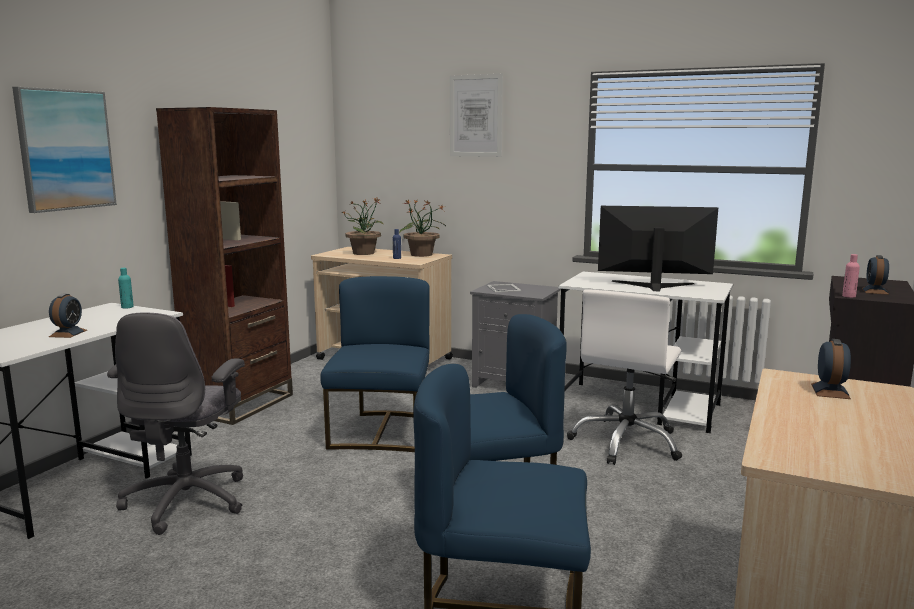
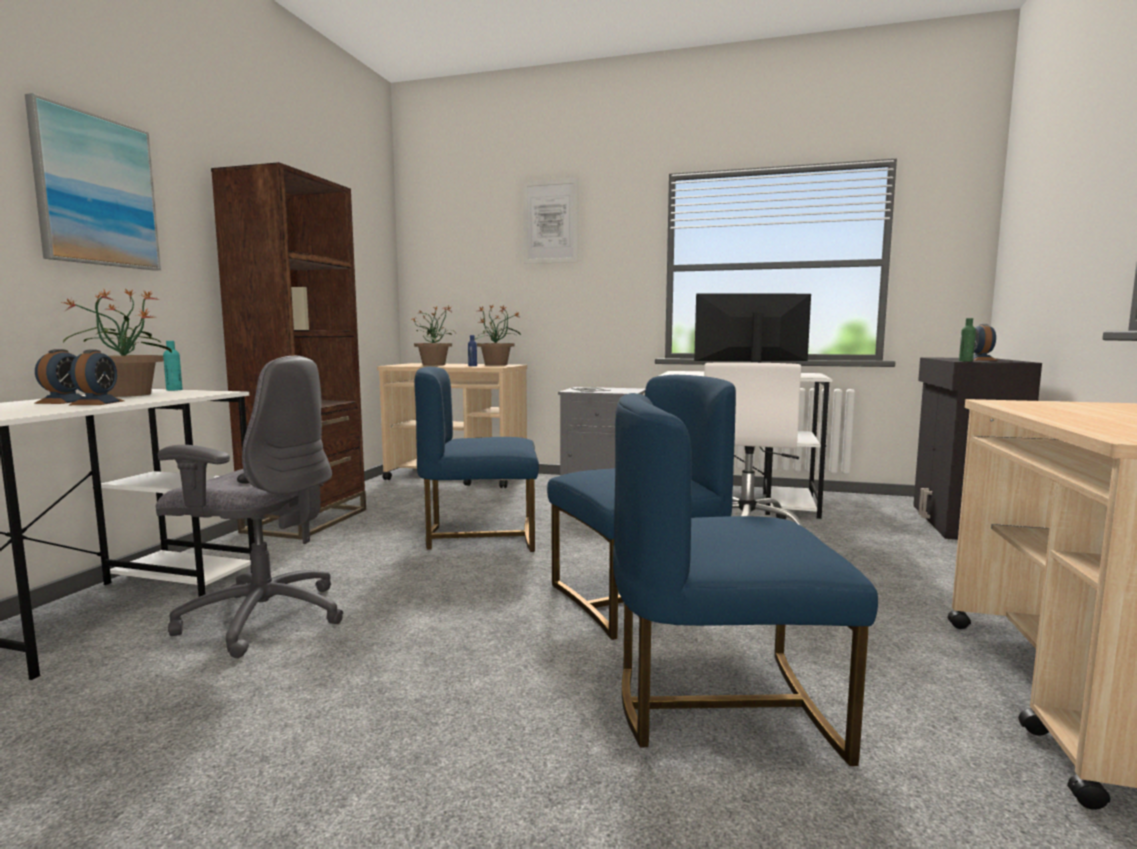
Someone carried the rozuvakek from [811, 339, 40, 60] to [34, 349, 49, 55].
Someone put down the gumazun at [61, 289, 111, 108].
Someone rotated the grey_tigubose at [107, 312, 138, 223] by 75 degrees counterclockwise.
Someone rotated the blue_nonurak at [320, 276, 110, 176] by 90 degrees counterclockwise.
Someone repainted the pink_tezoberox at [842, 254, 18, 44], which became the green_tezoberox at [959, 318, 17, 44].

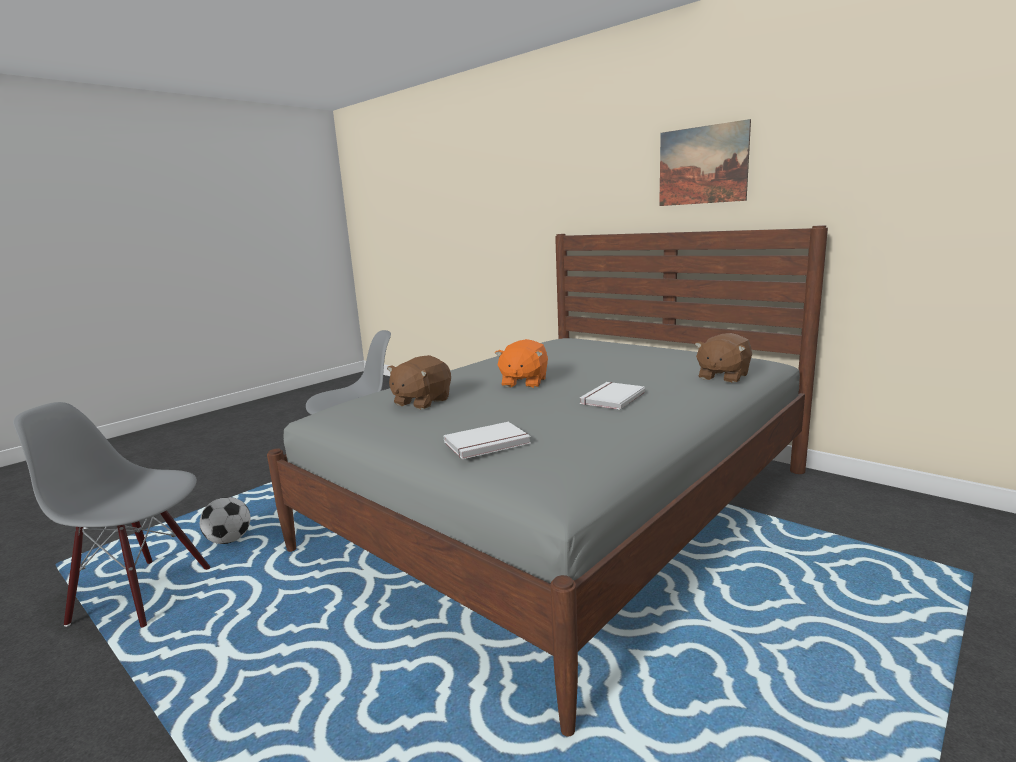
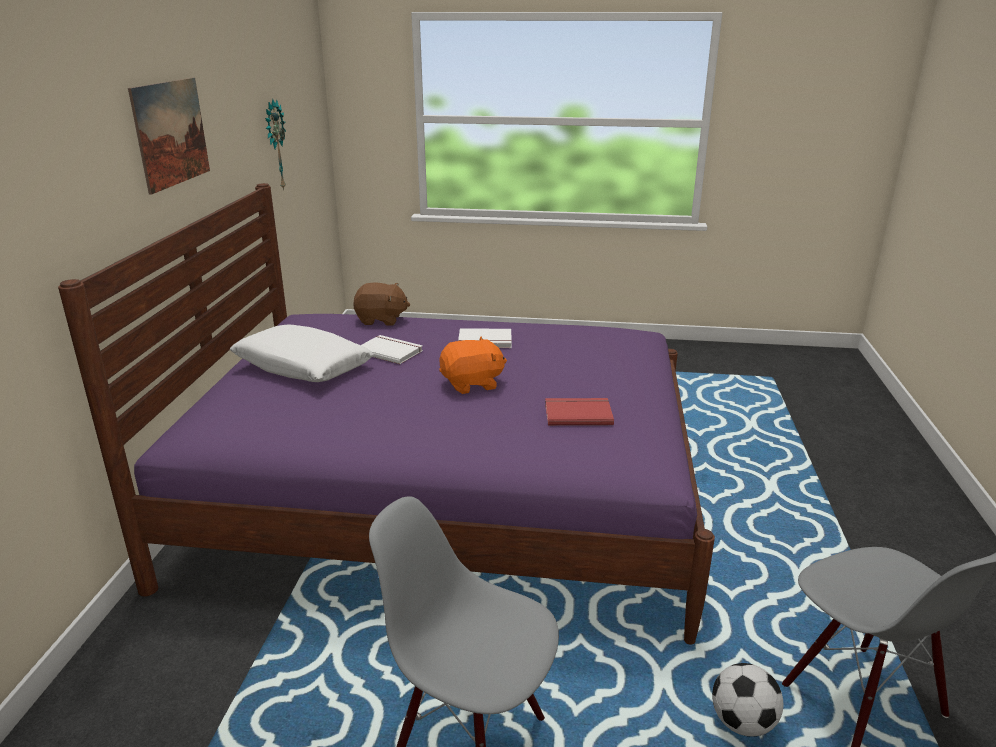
Someone repainted the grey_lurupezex at [267, 225, 561, 511], which became the purple_lurupezex at [58, 183, 657, 462].
Someone put down the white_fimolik at [230, 325, 143, 57].
Someone put up the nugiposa at [265, 99, 21, 92].
Someone carried the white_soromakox from [444, 422, 87, 37] to [361, 335, 62, 29].
Someone swapped the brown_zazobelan at [387, 355, 64, 55] for the red_soromakox at [545, 398, 69, 28].

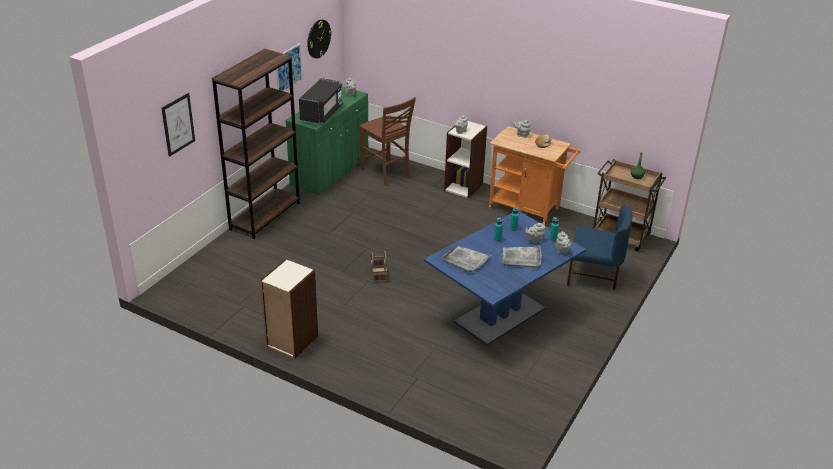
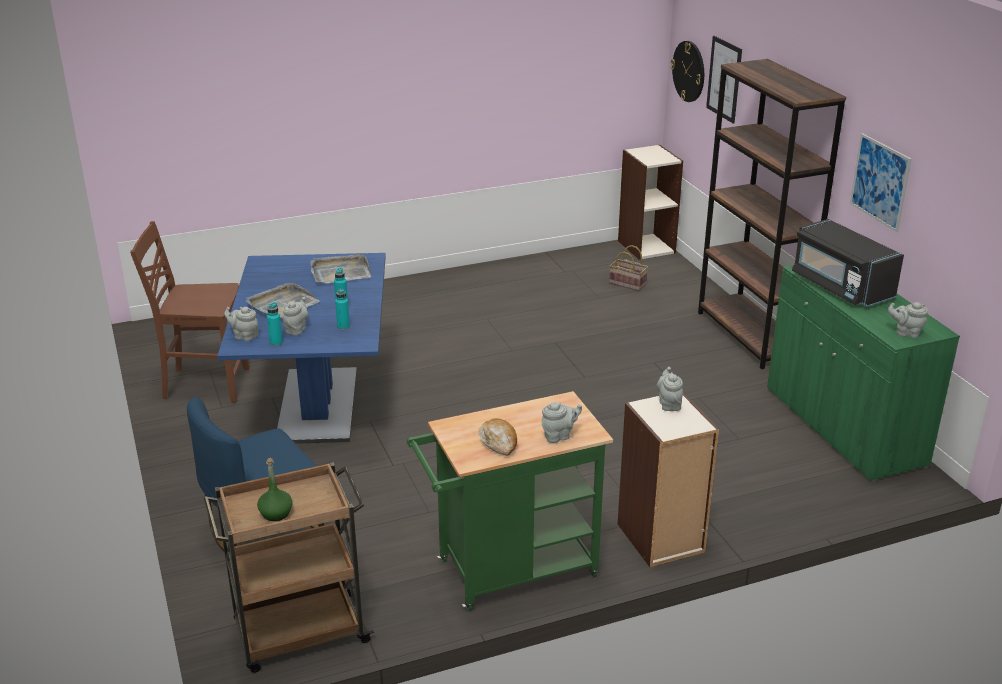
Someone carried the brown_nonurak from [359, 97, 57, 89] to [130, 221, 120, 182].
Someone repainted the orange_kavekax at [488, 126, 92, 99], which became the green_kavekax at [407, 391, 206, 220].
Someone carried the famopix from [371, 251, 16, 32] to [609, 245, 39, 46].
Someone carried the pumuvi from [260, 259, 58, 100] to [618, 145, 65, 115].
Someone carried the nugiposa from [307, 19, 25, 39] to [671, 41, 33, 61].

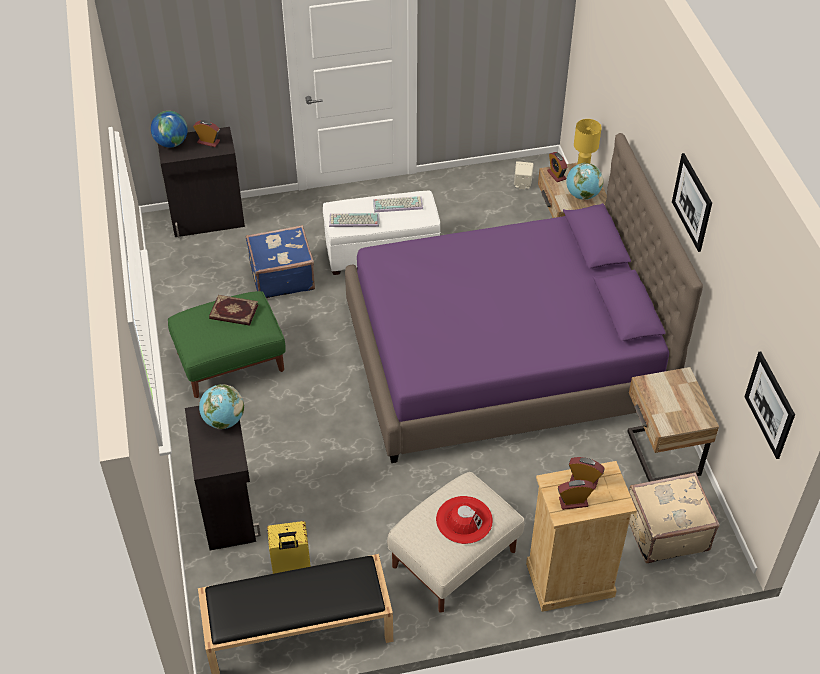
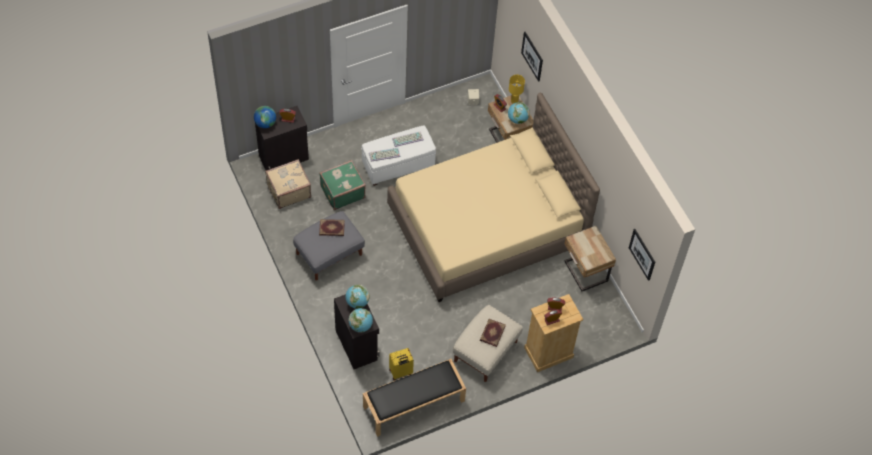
Someone carried the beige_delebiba from [629, 472, 91, 91] to [265, 159, 46, 50].
Someone repainted the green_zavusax at [168, 291, 118, 107], which became the grey_zavusax at [293, 211, 72, 70].
Someone repainted the blue_delebiba at [246, 225, 69, 73], which became the green_delebiba at [319, 160, 47, 50].
Someone put down the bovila at [349, 308, 24, 25].
Someone repainted the purple_lurupezex at [345, 133, 358, 330], which became the beige_lurupezex at [387, 93, 213, 209].
Someone swapped the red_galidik at [436, 496, 57, 48] for the soromakox at [480, 319, 26, 28].
Someone carried the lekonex from [672, 153, 40, 99] to [521, 32, 22, 50].

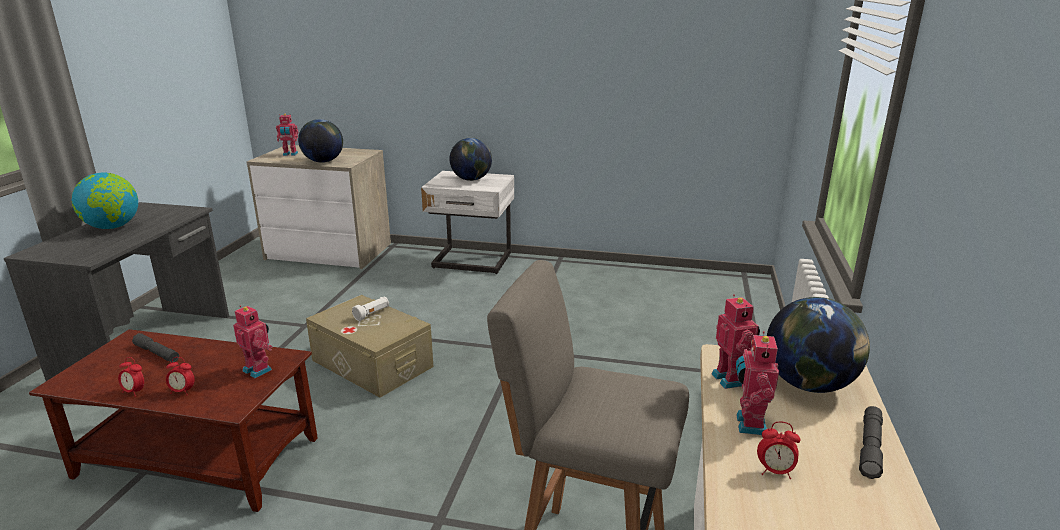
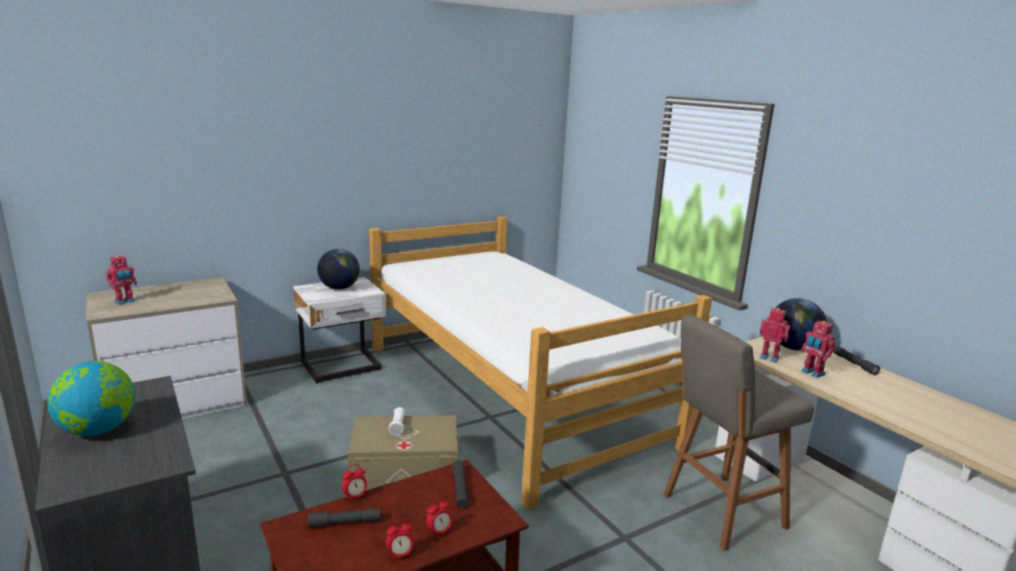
Someone carried the rozuvakek from [757, 422, 43, 57] to [342, 464, 25, 38].
Someone put down the lurupezex at [369, 216, 343, 294].
Someone swapped the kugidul at [233, 305, 40, 73] for the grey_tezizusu at [452, 460, 16, 48].
Someone took away the bovila at [298, 119, 45, 44].

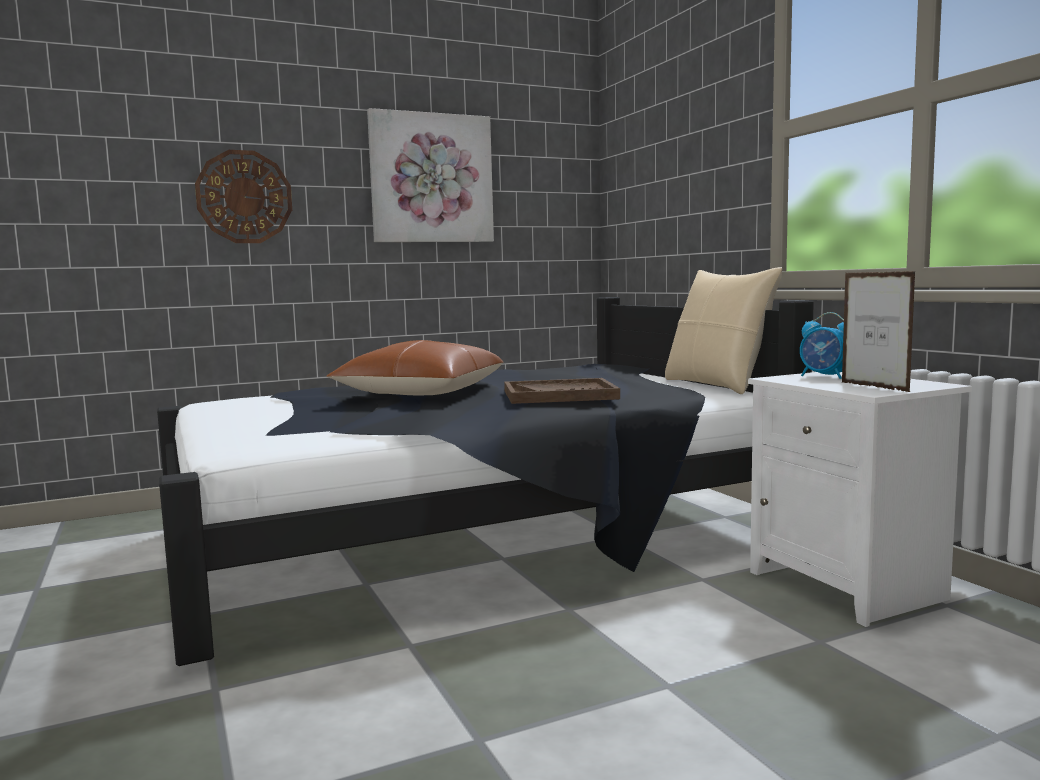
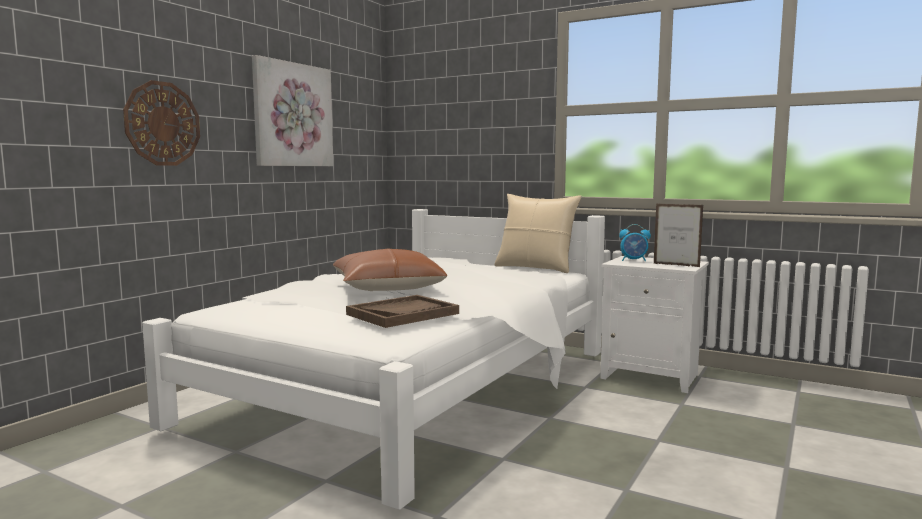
Someone repainted the black_lurupezex at [157, 297, 657, 369], which became the white_lurupezex at [142, 209, 463, 301].
Someone carried the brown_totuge from [504, 378, 116, 26] to [346, 295, 113, 33].

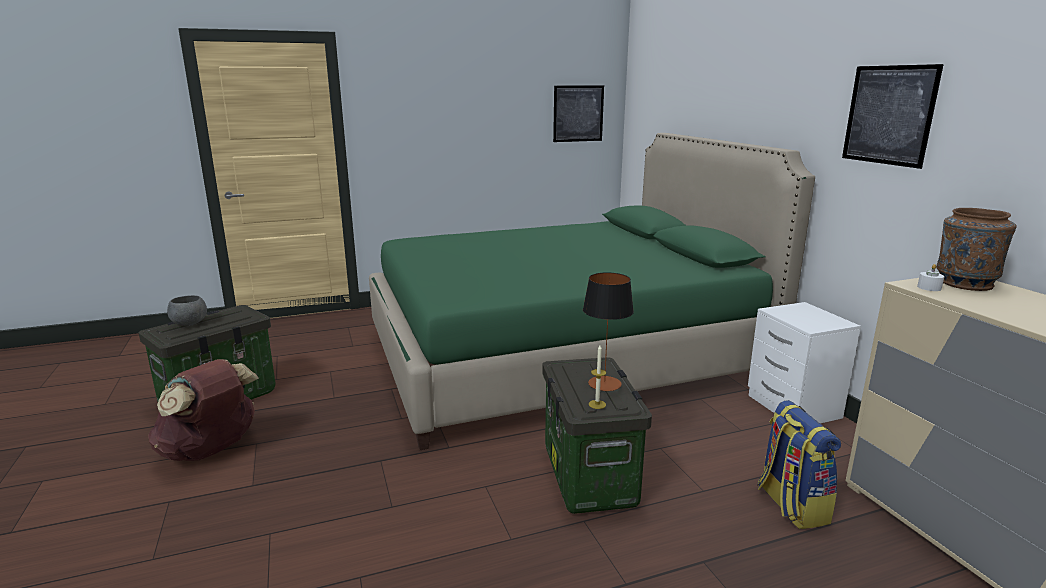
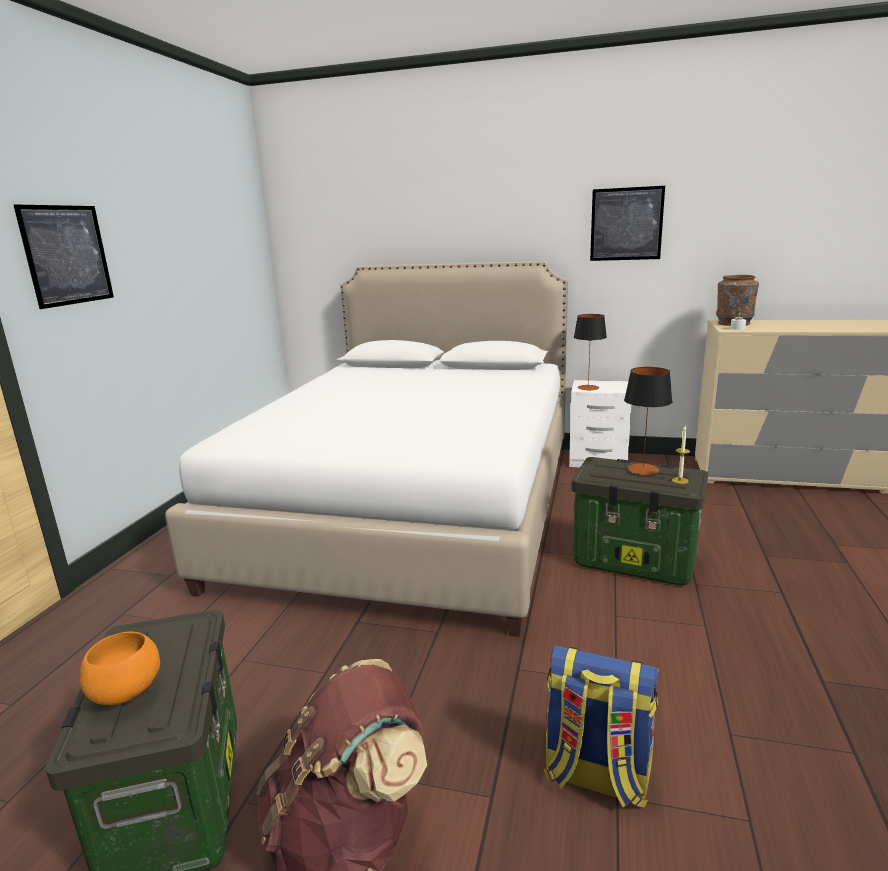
Someone carried the lekonex from [553, 86, 51, 56] to [14, 204, 100, 105].
Someone repainted the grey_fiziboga at [167, 295, 40, 31], which became the orange_fiziboga at [80, 632, 80, 73].
Someone repainted the green_lurupezex at [369, 133, 446, 317], which became the white_lurupezex at [165, 261, 403, 376].
Someone carried the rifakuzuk from [757, 400, 84, 129] to [544, 645, 116, 162].
Someone put down the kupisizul at [574, 314, 33, 77].

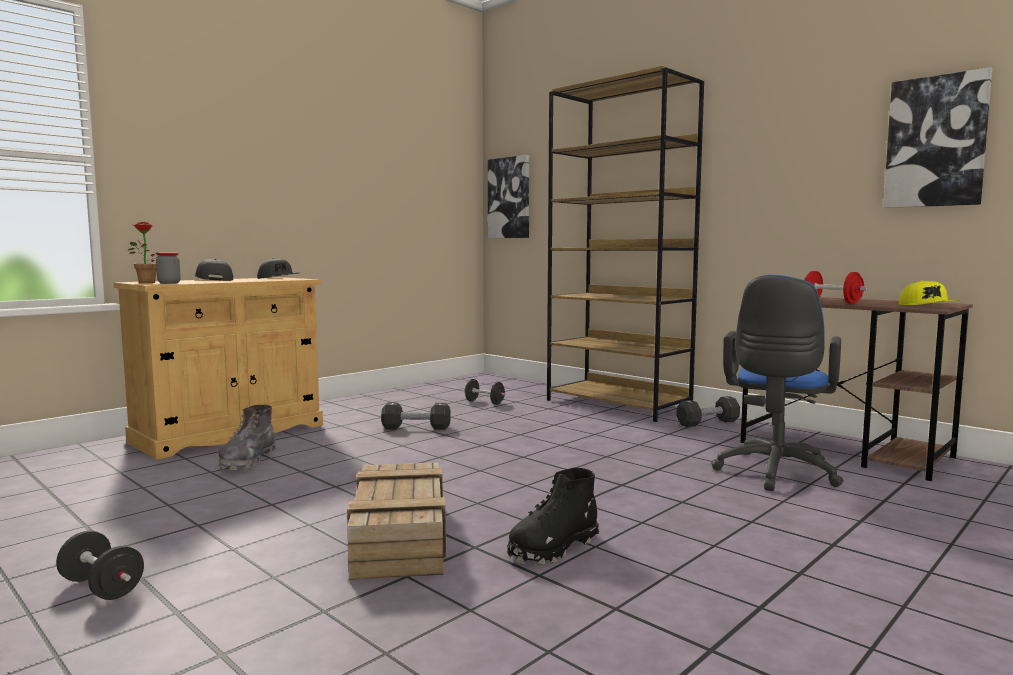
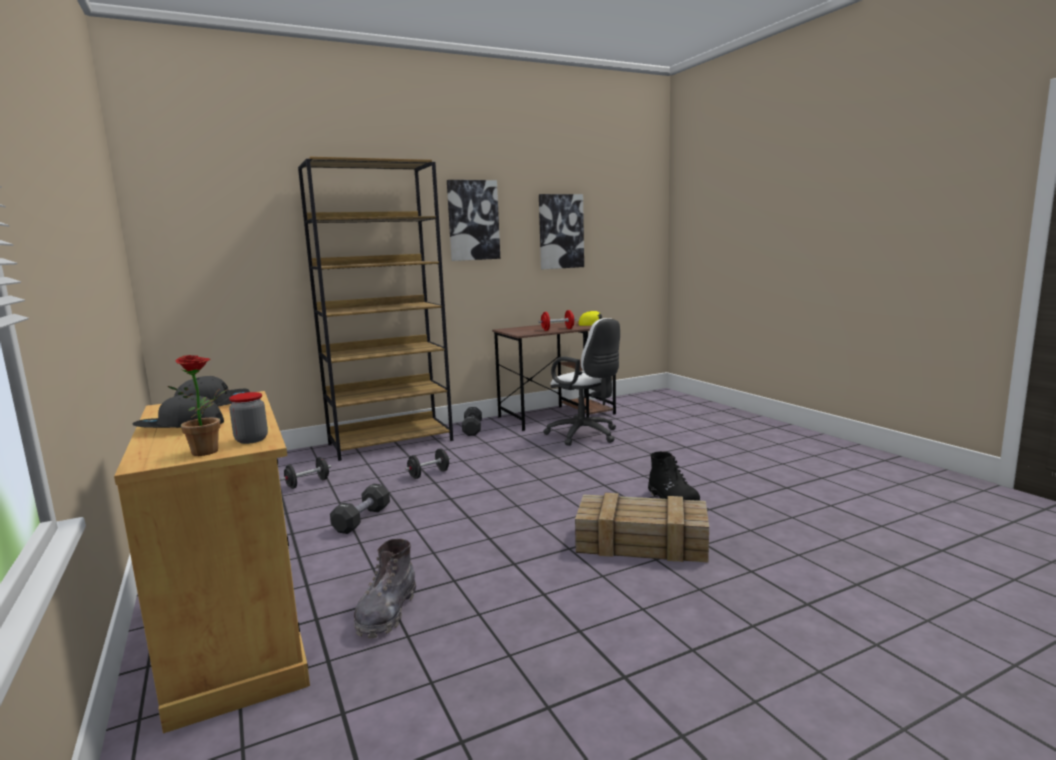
Someone rotated the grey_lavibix at [219, 405, 57, 65] by 75 degrees clockwise.
Someone carried the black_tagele from [56, 531, 88, 69] to [405, 448, 45, 31].
Someone carried the lekonex from [488, 155, 41, 83] to [447, 180, 53, 81].
Someone repainted the blue_tigubose at [711, 275, 133, 216], which became the white_tigubose at [543, 318, 77, 128].

